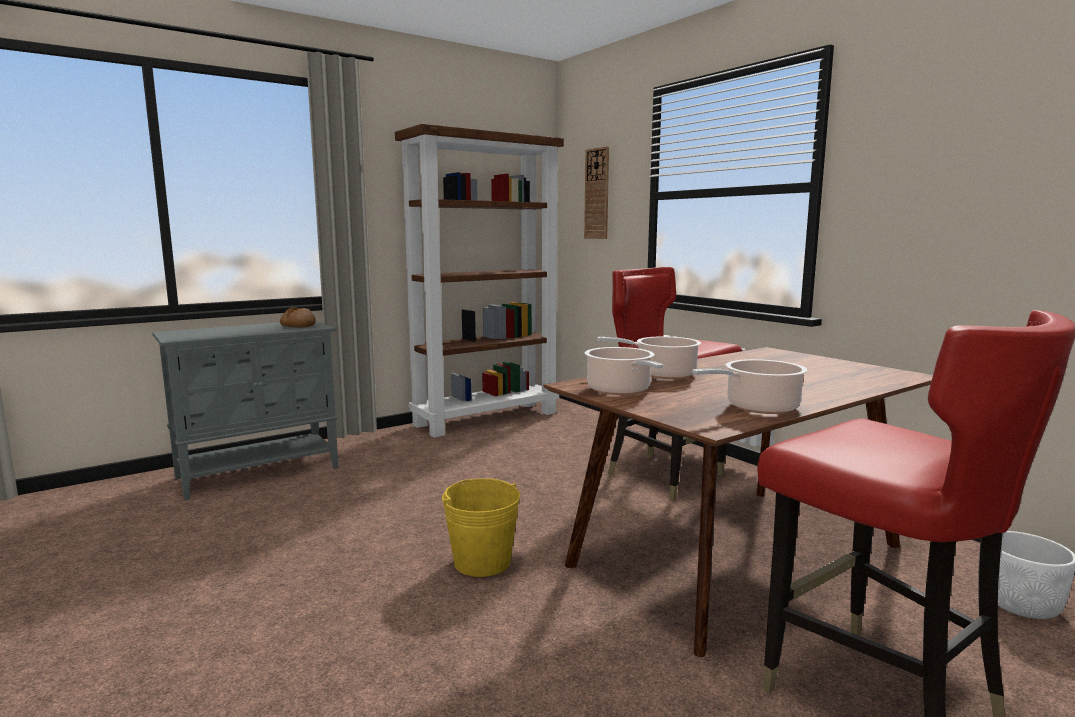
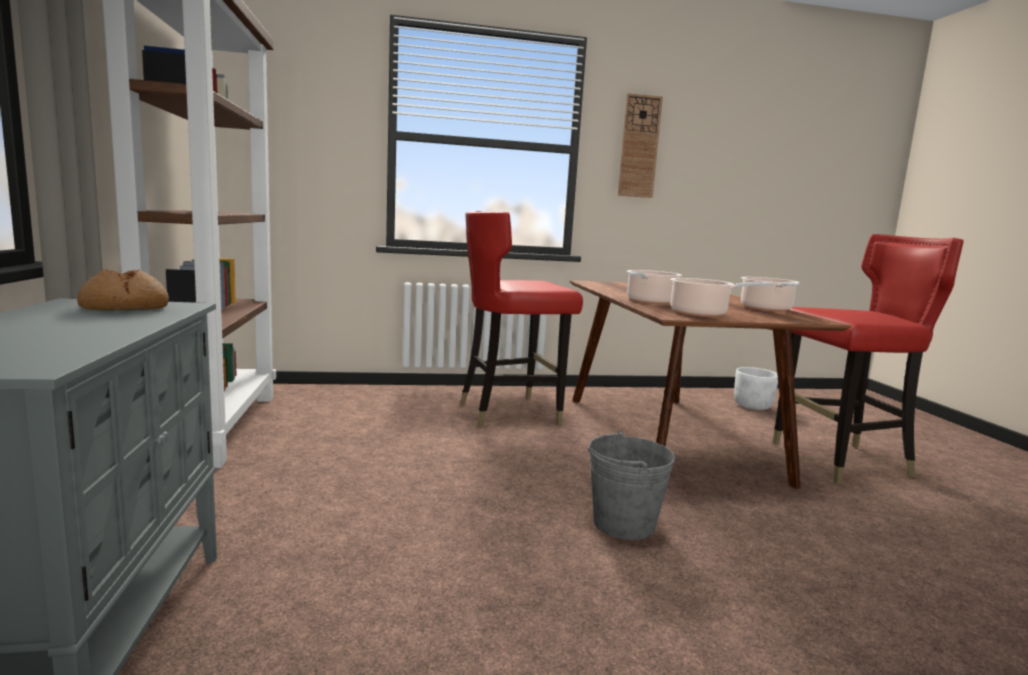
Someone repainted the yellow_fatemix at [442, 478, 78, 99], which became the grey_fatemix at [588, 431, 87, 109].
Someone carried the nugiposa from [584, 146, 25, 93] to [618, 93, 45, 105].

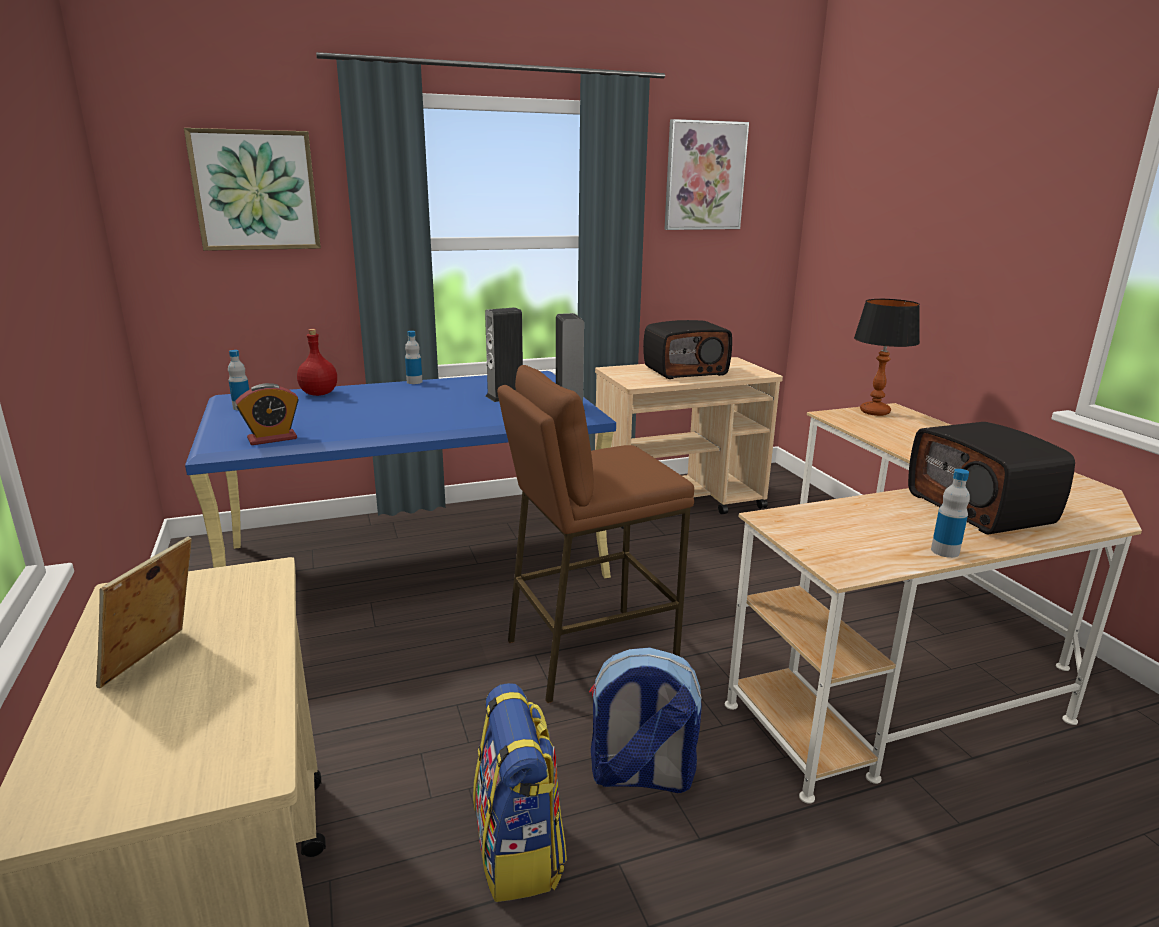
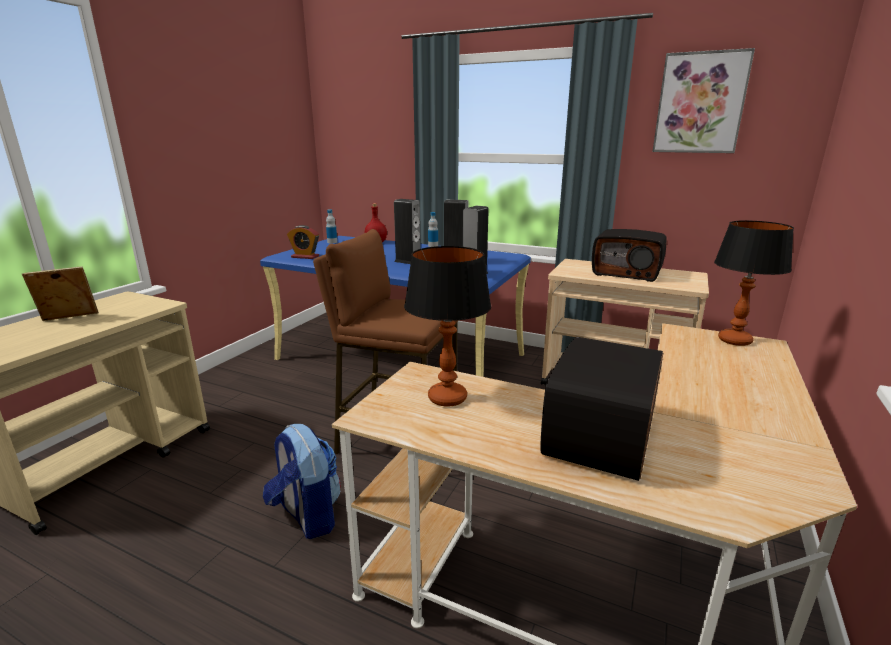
Someone put down the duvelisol at [394, 199, 27, 65].
Someone put down the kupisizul at [404, 246, 87, 161].
Someone took away the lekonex at [184, 128, 137, 123].
Someone took away the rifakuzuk at [473, 683, 94, 219].
Someone took away the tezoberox at [931, 469, 39, 89].

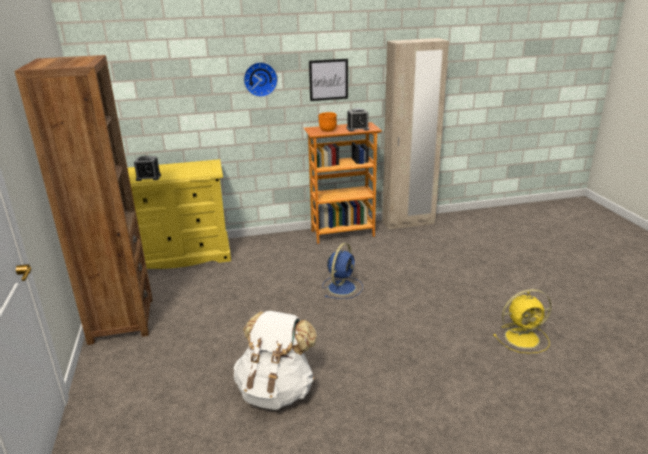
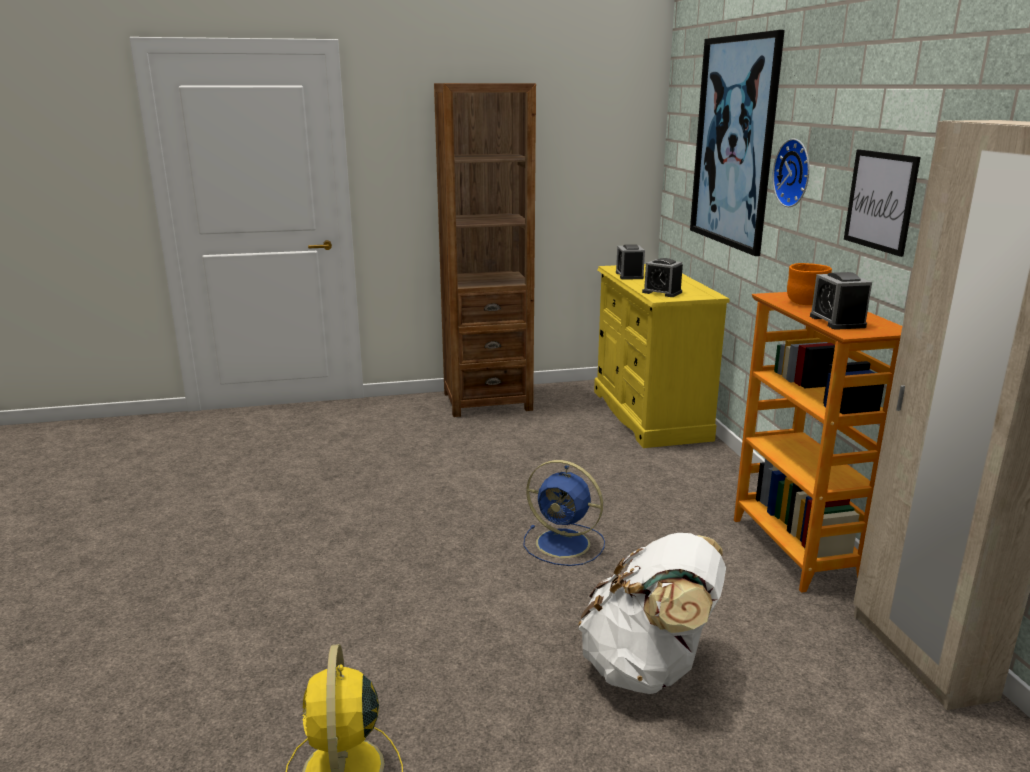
Someone carried the white_rifakuzuk from [234, 311, 83, 99] to [578, 533, 148, 161].
Someone put down the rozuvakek at [642, 258, 41, 39].
Someone put up the lekonex at [690, 30, 95, 226].

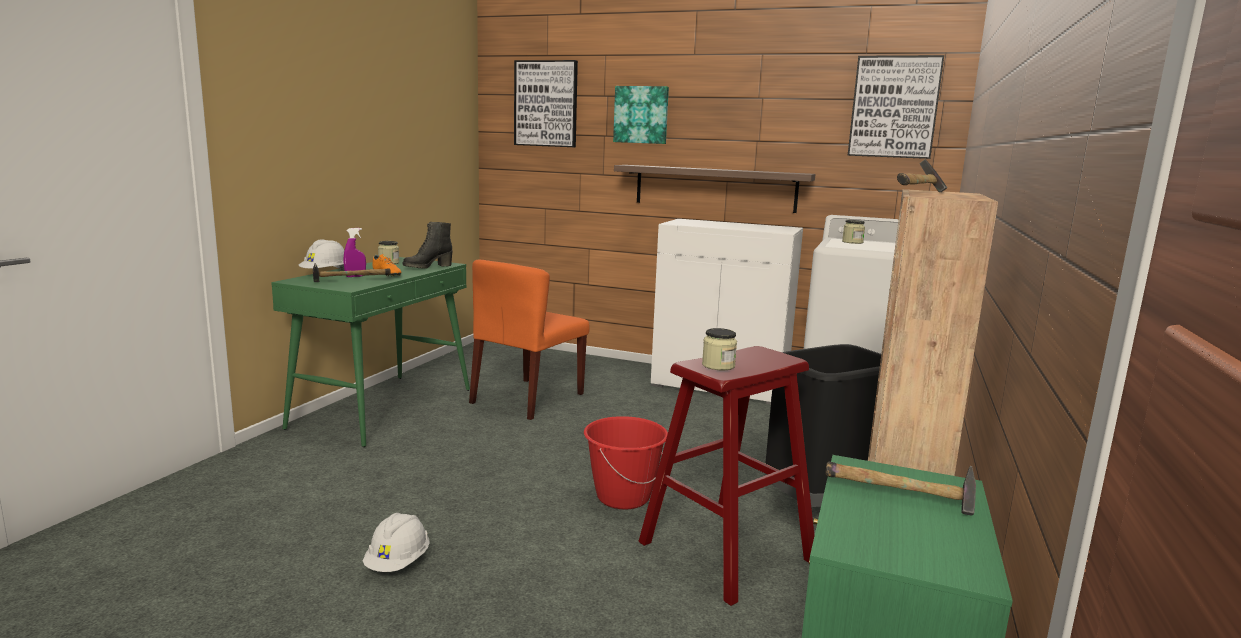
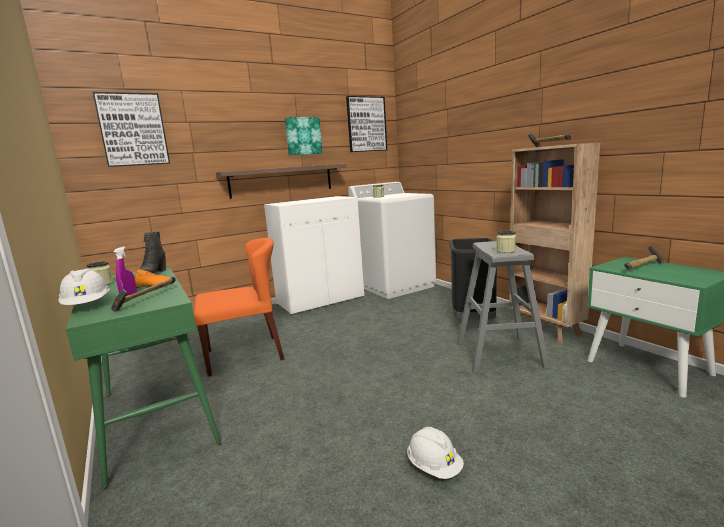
Someone rotated the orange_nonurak at [469, 259, 121, 161] by 90 degrees counterclockwise.
Someone carried the lekonex from [613, 86, 56, 58] to [285, 117, 38, 38].
Someone repainted the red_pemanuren at [639, 346, 176, 260], which became the grey_pemanuren at [457, 241, 93, 132].
Someone took away the red_fatemix at [584, 416, 84, 93].

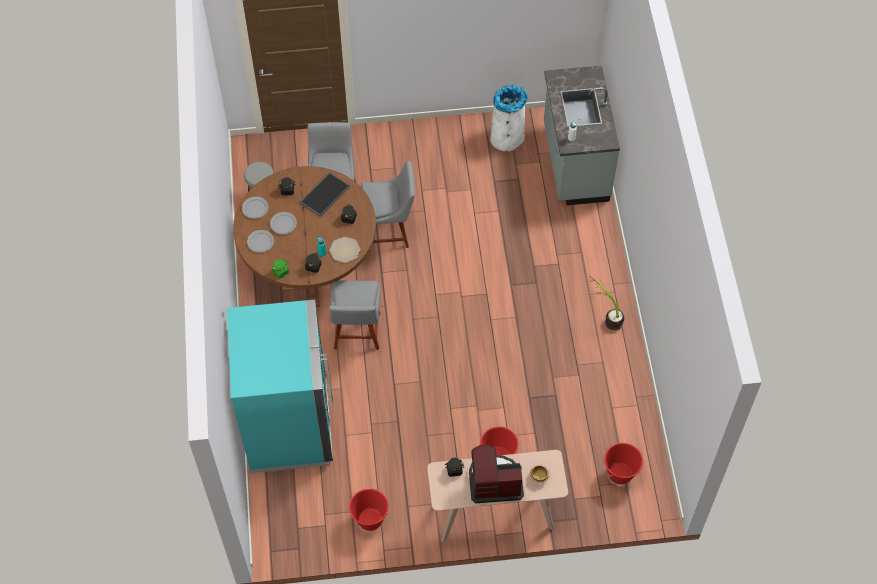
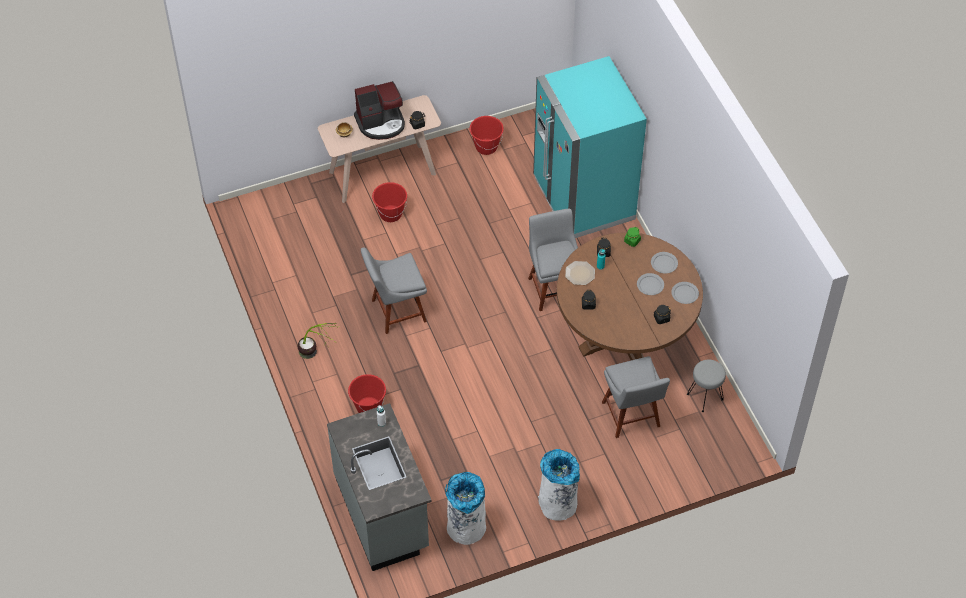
Someone carried the red_fatemix from [604, 443, 39, 41] to [348, 374, 38, 39].
Someone carried the grey_nonurak from [360, 161, 55, 87] to [361, 247, 66, 87].
Someone put down the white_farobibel at [538, 449, 42, 72].
Someone took away the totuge at [299, 172, 51, 45].

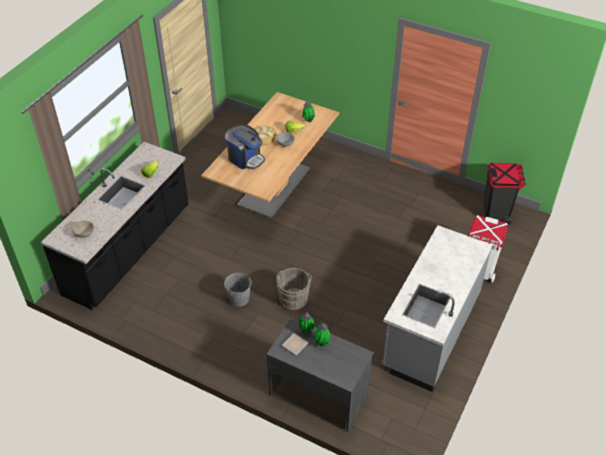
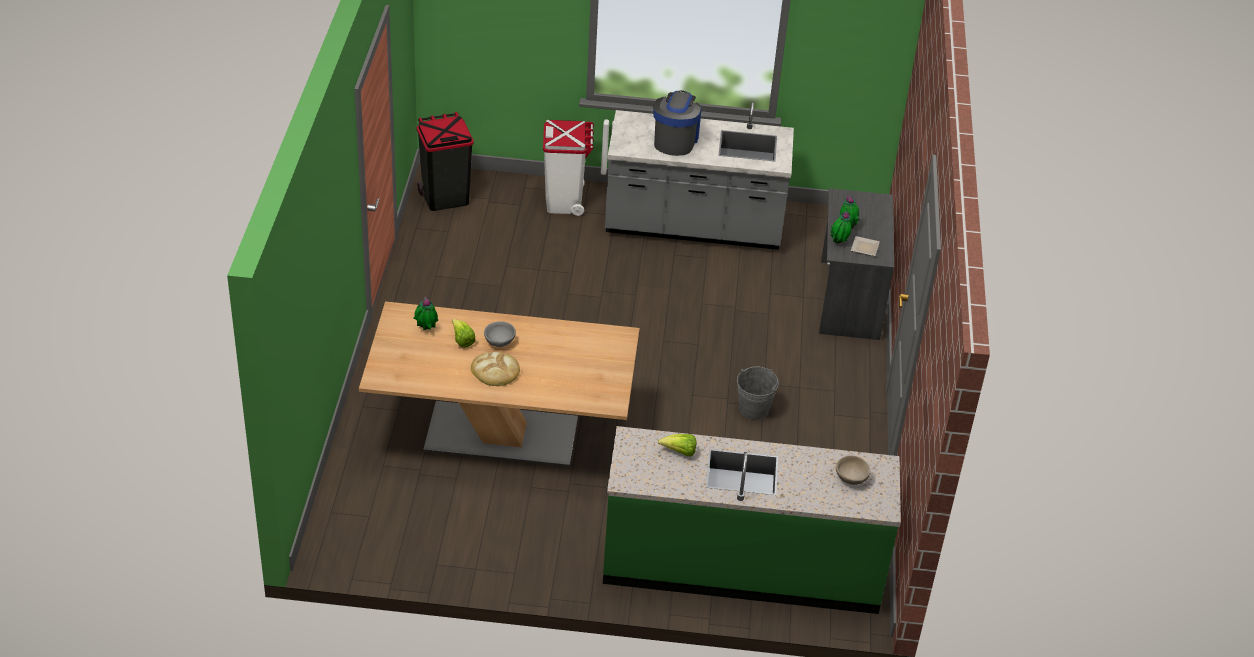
Someone repainted the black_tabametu at [41, 142, 148, 168], which became the green_tabametu at [603, 426, 298, 188].
Someone carried the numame from [225, 124, 40, 45] to [653, 90, 49, 66].
Someone took away the grey_fatemix at [276, 268, 36, 42].

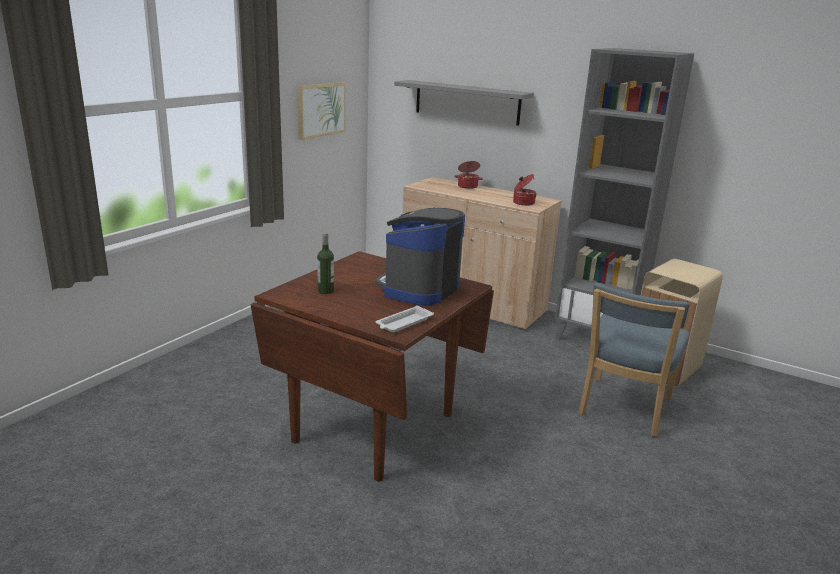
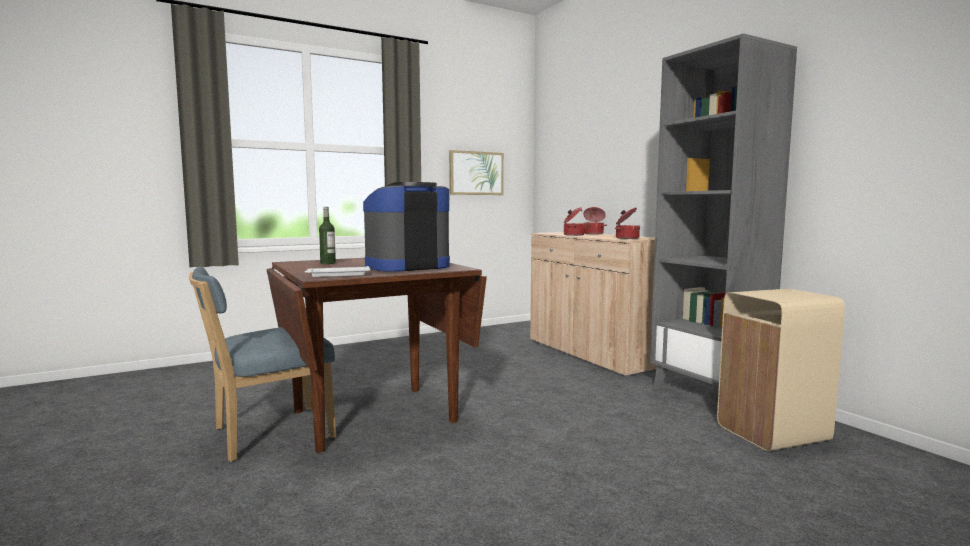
Someone carried the blue_nonurak from [578, 283, 111, 154] to [189, 266, 147, 196].
Someone put down the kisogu at [564, 207, 22, 29].
Someone took away the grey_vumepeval at [394, 80, 140, 45].

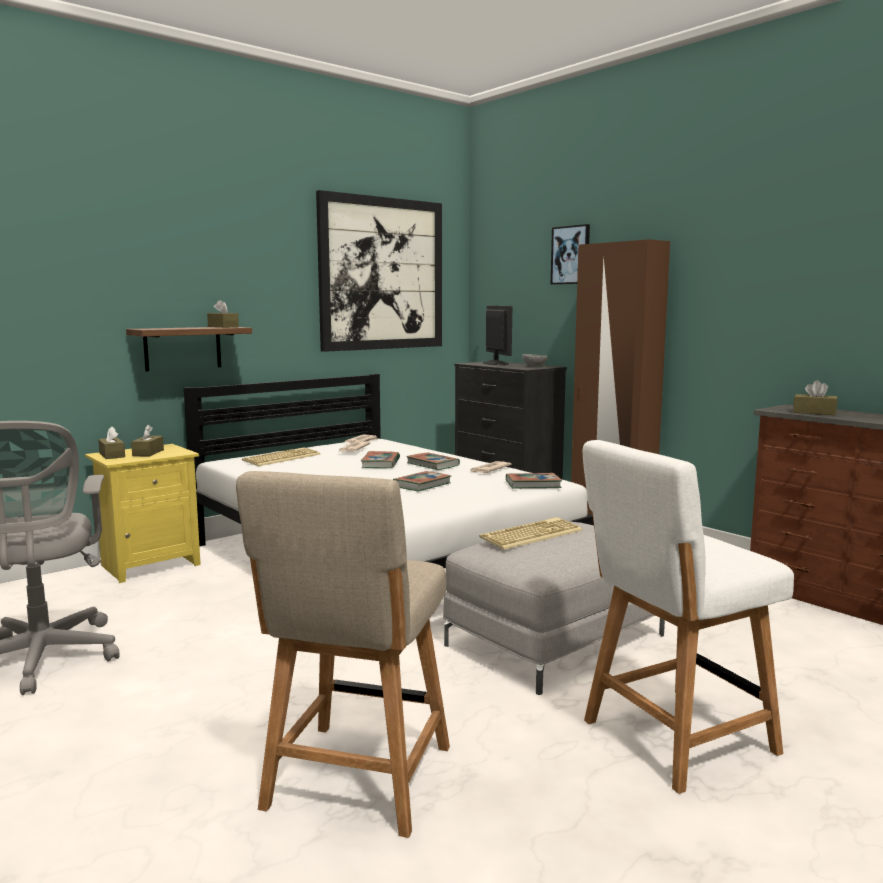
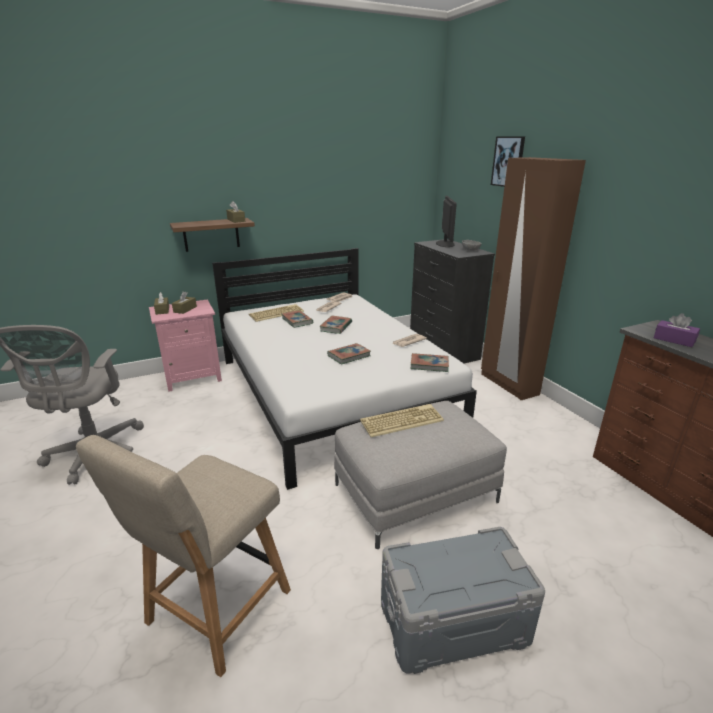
Someone repainted the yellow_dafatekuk at [85, 444, 116, 139], which became the pink_dafatekuk at [149, 299, 73, 93].
Someone carried the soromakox from [406, 453, 54, 17] to [282, 310, 31, 18].
Someone swapped the white_nonurak at [582, 440, 212, 354] for the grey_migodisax at [381, 527, 164, 147].
Someone repainted the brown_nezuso at [793, 380, 45, 35], which became the purple_nezuso at [654, 313, 46, 34].
Someone took away the lekonex at [316, 190, 126, 162].

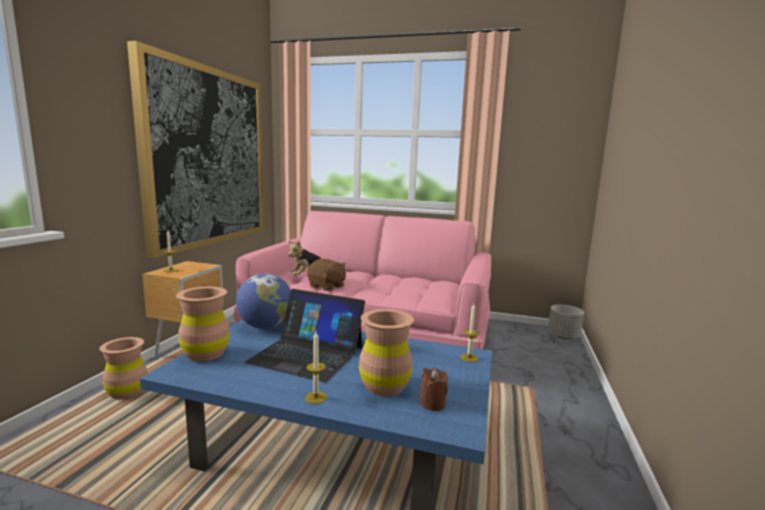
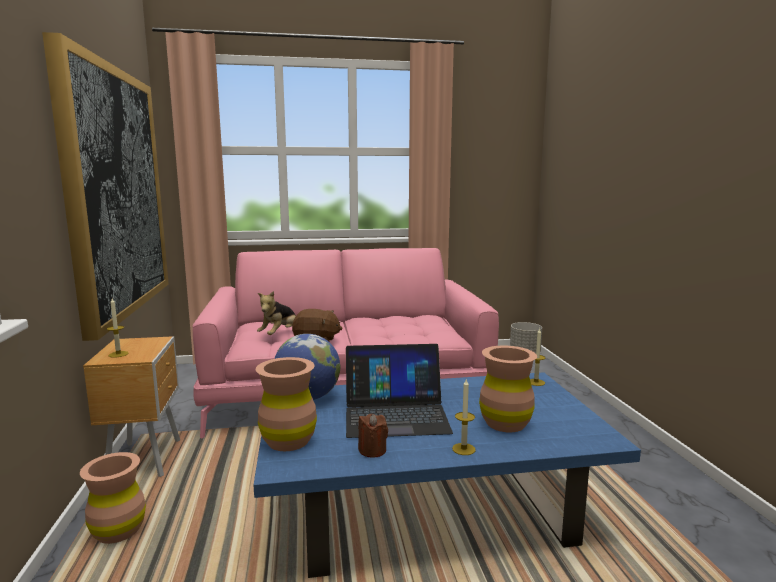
Someone carried the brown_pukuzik from [420, 368, 28, 43] to [358, 414, 30, 44].

